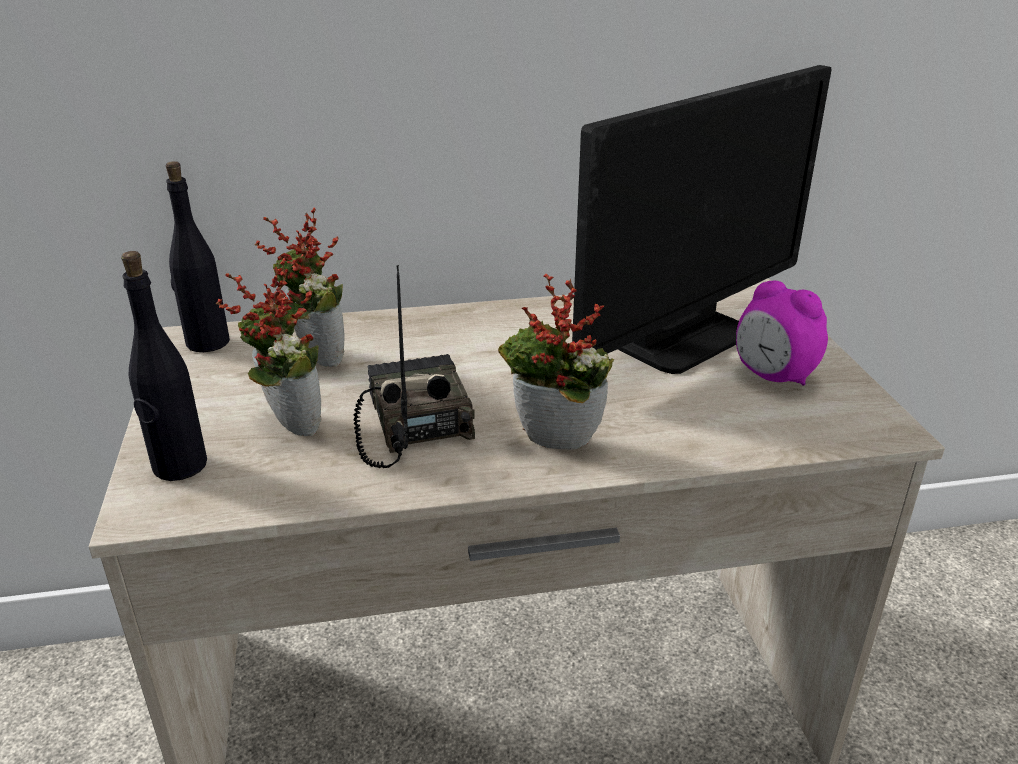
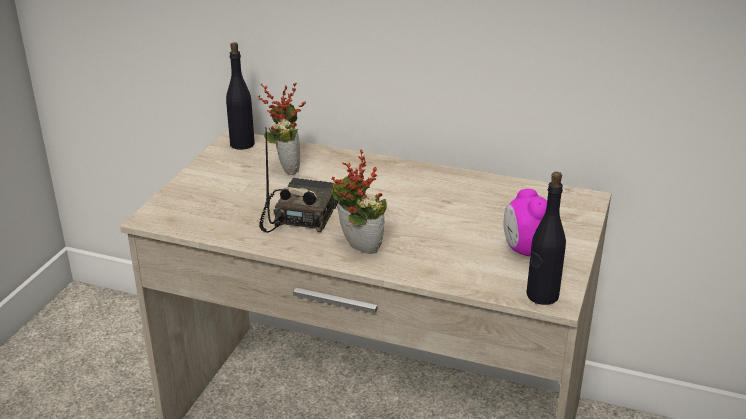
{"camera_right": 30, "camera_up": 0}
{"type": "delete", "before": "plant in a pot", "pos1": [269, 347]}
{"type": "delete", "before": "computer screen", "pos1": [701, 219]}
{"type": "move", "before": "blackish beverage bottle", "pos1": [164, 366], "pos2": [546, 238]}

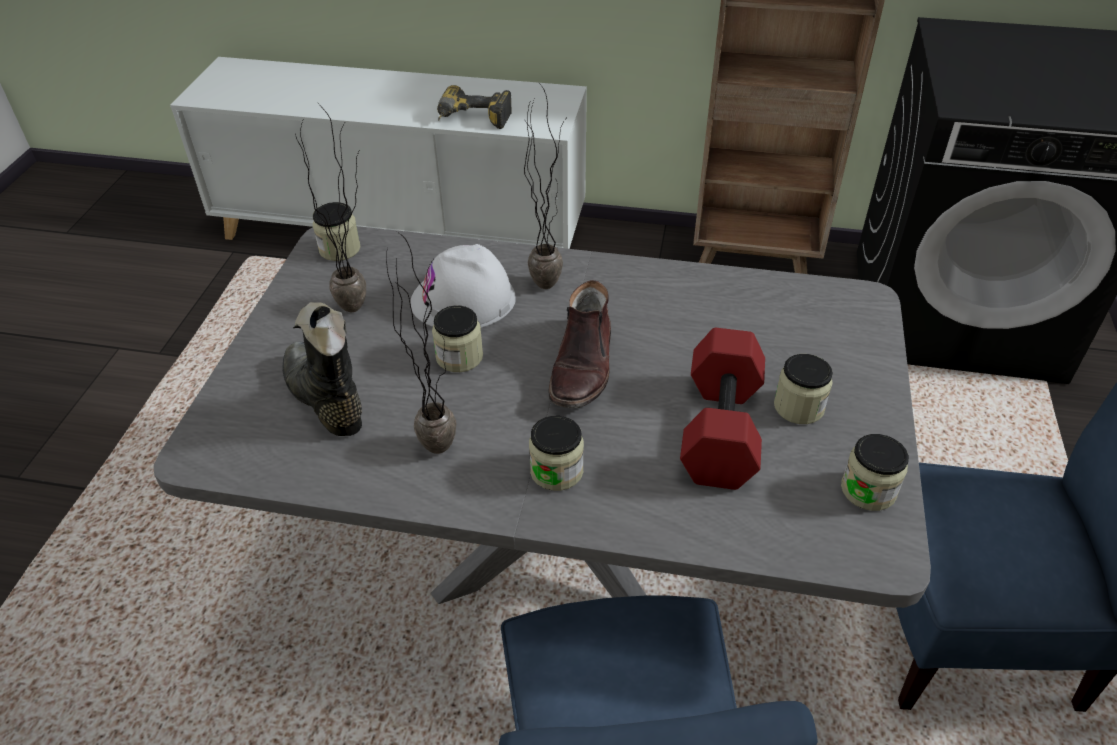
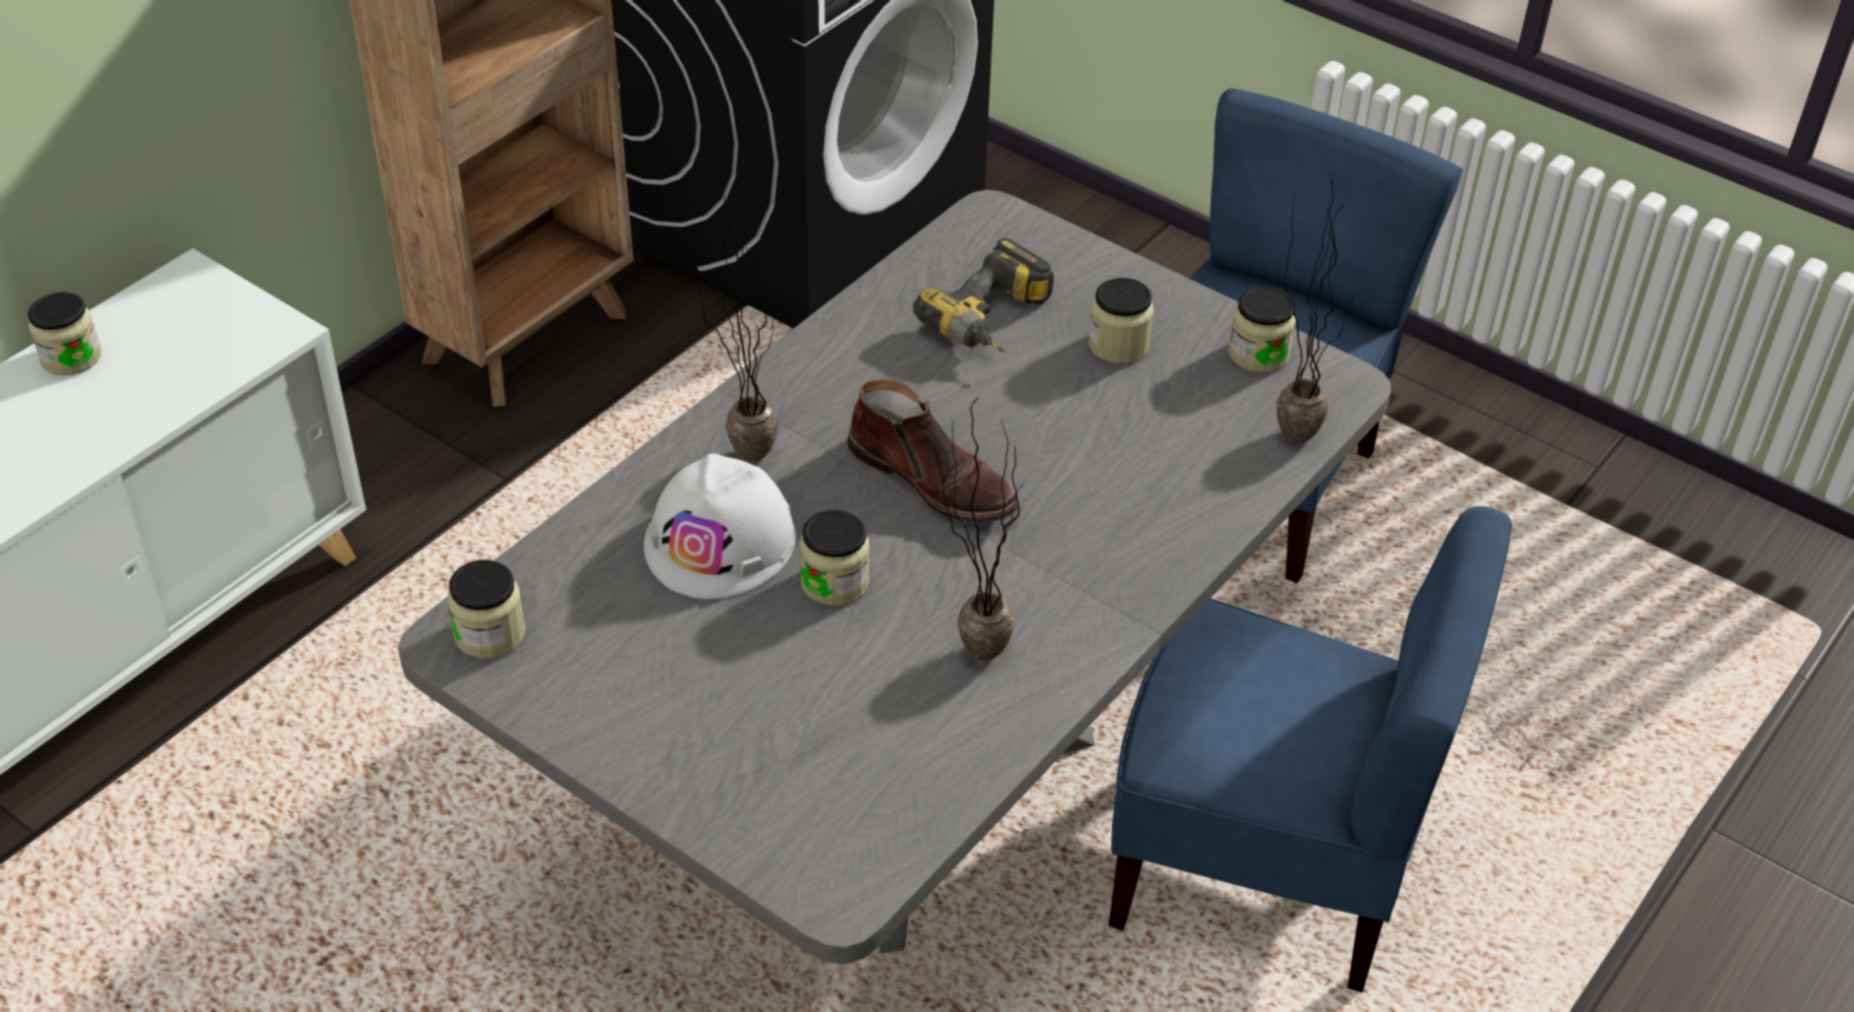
{"camera_right": -65, "camera_up": 0}
{"type": "delete", "before": "blackish boot", "pos1": [322, 369]}
{"type": "delete", "before": "reddish dumbbell", "pos1": [722, 409]}
{"type": "move", "before": "plant in a pot", "pos1": [330, 207], "pos2": [1316, 309]}
{"type": "move", "before": "power drill", "pos1": [474, 107], "pos2": [983, 295]}
{"type": "move", "before": "preserve jar", "pos1": [556, 453], "pos2": [65, 333]}

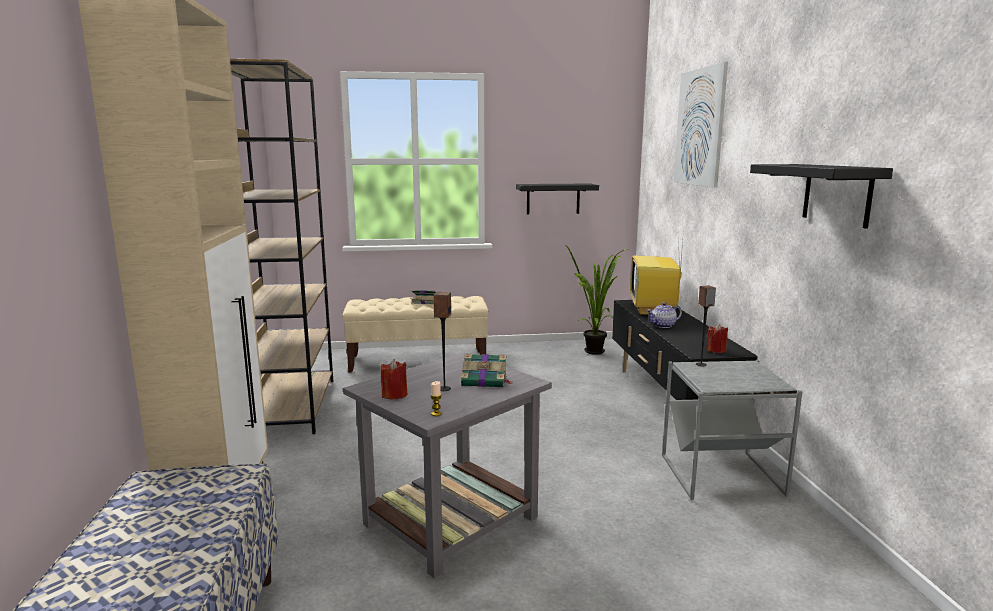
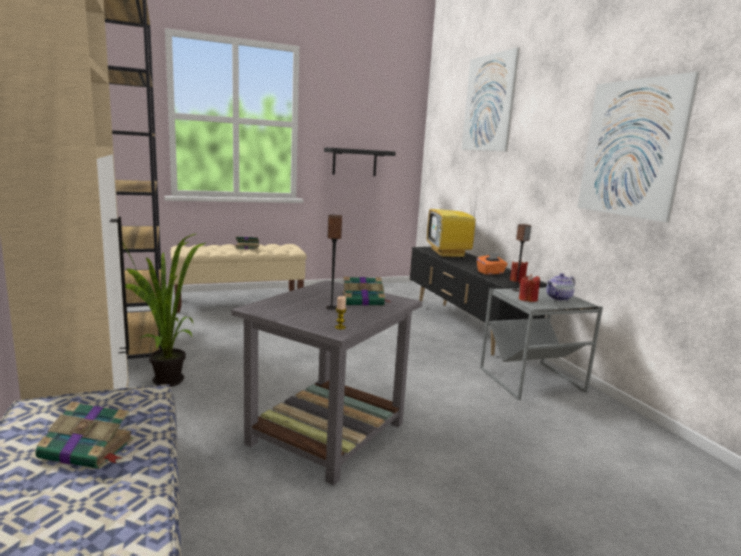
{"camera_right": -15, "camera_up": 0}
{"type": "insert", "after": "bound book", "pos2": [84, 435]}
{"type": "insert", "after": "orangey tissue holder", "pos2": [492, 264]}
{"type": "move", "before": "reddish wax light", "pos1": [394, 379], "pos2": [529, 288]}
{"type": "move", "before": "plant in a pot", "pos1": [596, 299], "pos2": [164, 310]}
{"type": "move", "before": "teapot", "pos1": [664, 315], "pos2": [560, 287]}
{"type": "replace", "before": "blackish bracket shelf", "after": "wall art", "pos1": [821, 196], "pos2": [638, 147]}

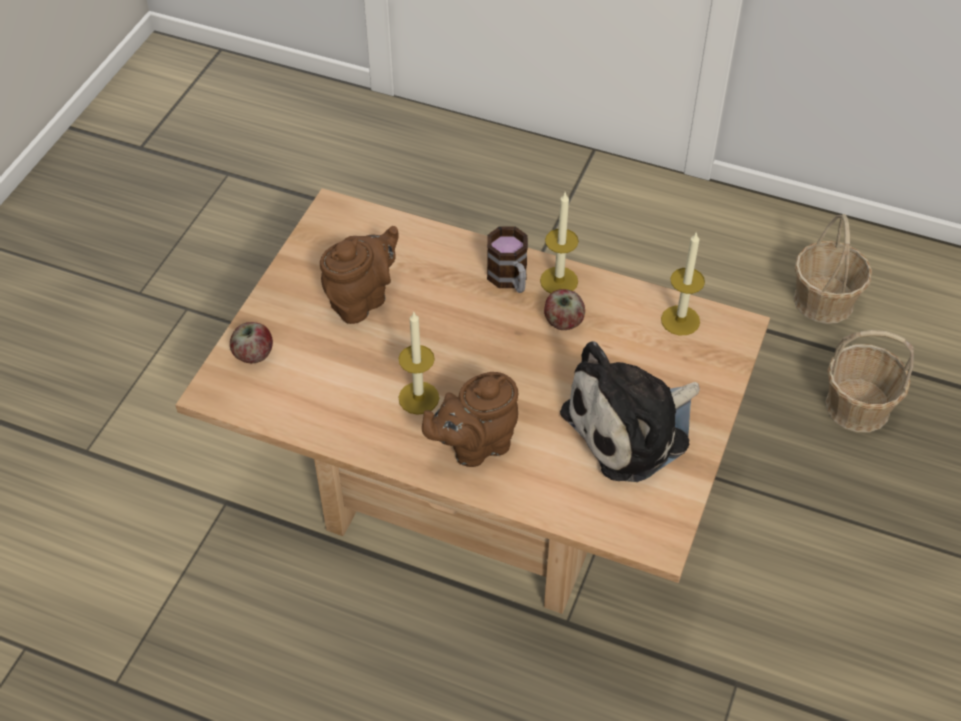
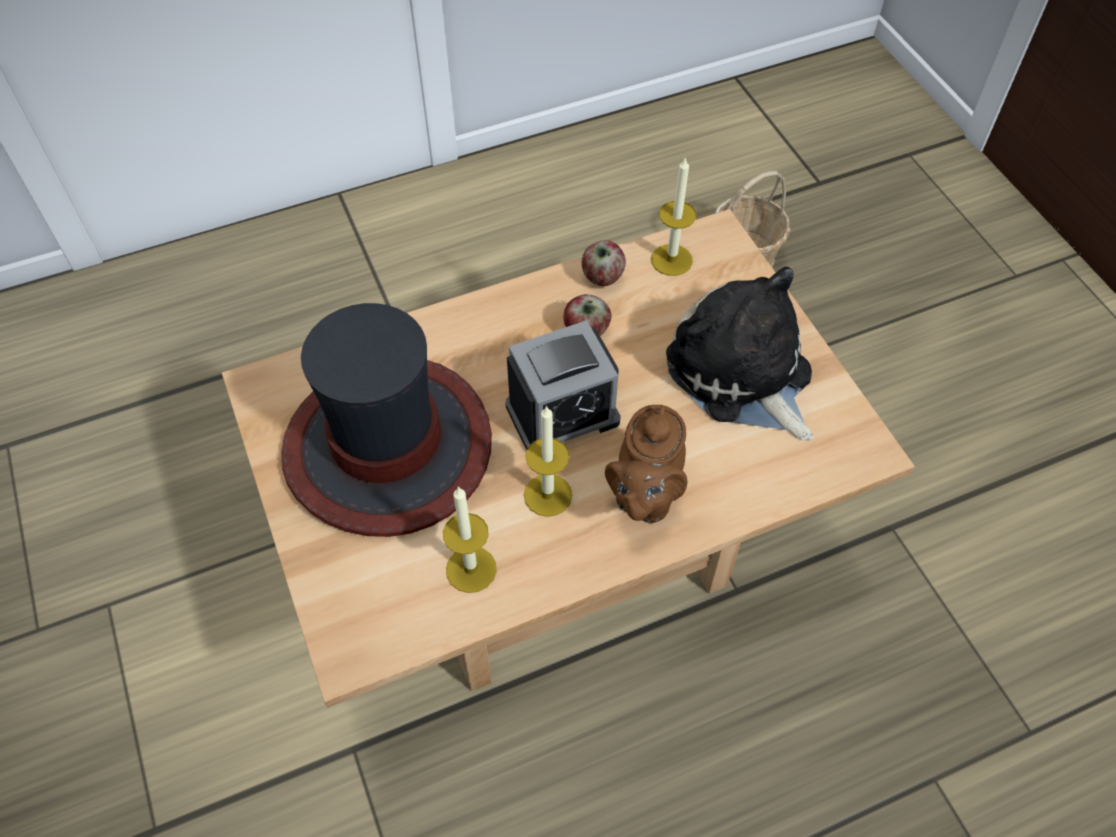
{"camera_right": -45, "camera_up": 5}
{"type": "delete", "before": "coffee mug", "pos1": [507, 259]}
{"type": "delete", "before": "storage basket", "pos1": [833, 269]}
{"type": "insert", "after": "table clock", "pos2": [563, 385]}
{"type": "move", "before": "apple", "pos1": [251, 342], "pos2": [604, 263]}
{"type": "move", "before": "wax light", "pos1": [559, 243], "pos2": [470, 540]}
{"type": "replace", "before": "brownish teapot", "after": "hat", "pos1": [359, 275], "pos2": [386, 420]}
{"type": "rotate", "before": "cuddly toy", "pos1": [630, 411], "pos2": [739, 354], "turn": 135}

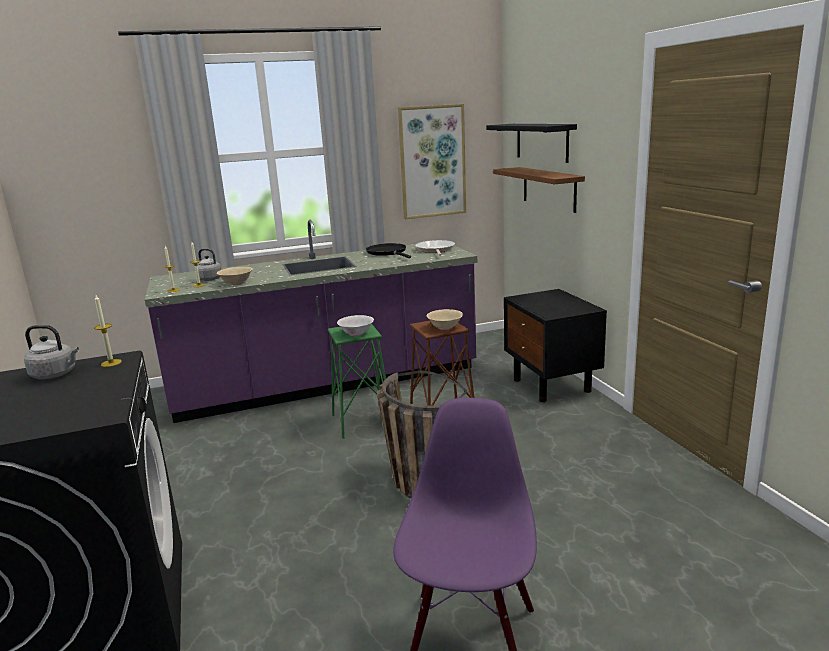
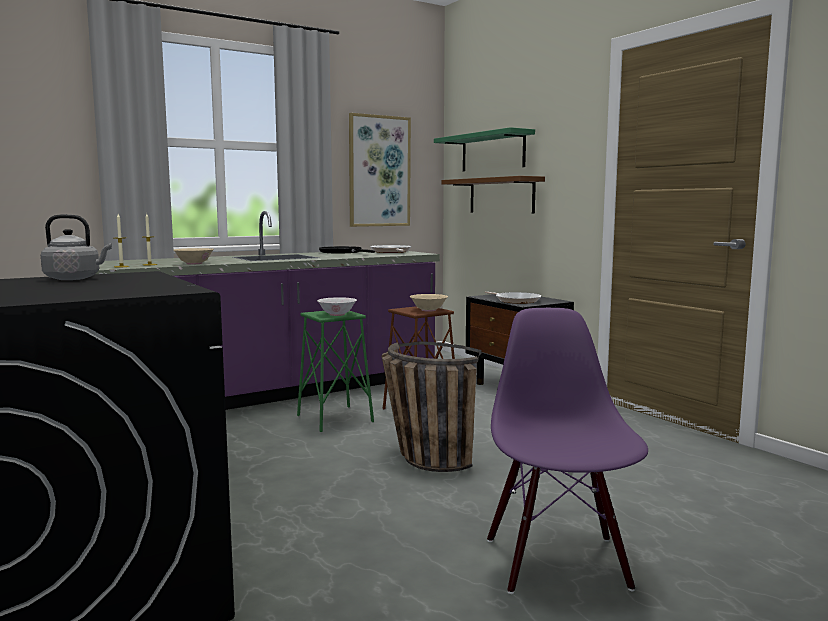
{"camera_right": -15, "camera_up": -10}
{"type": "delete", "before": "wax light", "pos1": [108, 331]}
{"type": "delete", "before": "gray water kettle", "pos1": [207, 264]}
{"type": "insert", "after": "pan", "pos2": [513, 297]}
{"type": "recolor", "before": "blackish bracket shelf", "after": "green bracket shelf", "pos1": [531, 143], "pos2": [484, 149]}

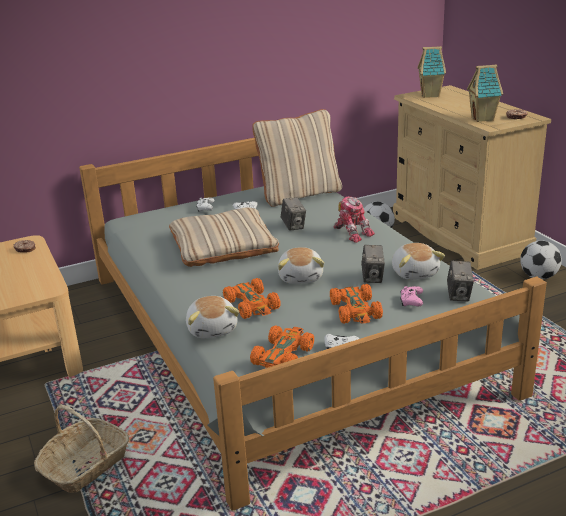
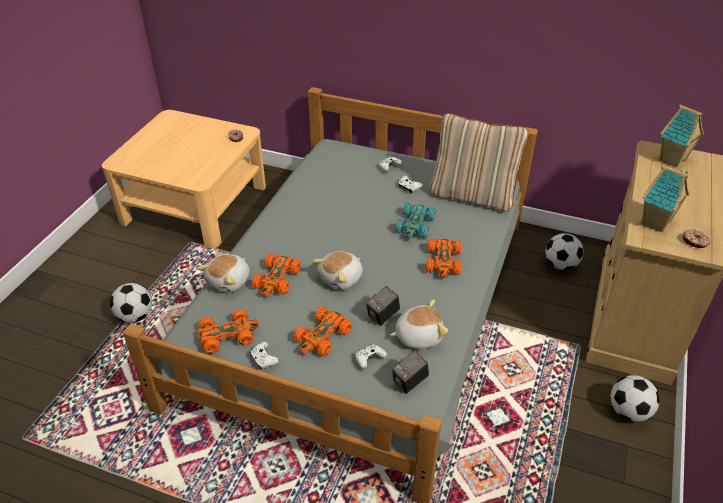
{"camera_right": 45, "camera_up": 15}
{"type": "delete", "before": "beige throw pillow", "pos1": [224, 237]}
{"type": "replace", "before": "storage basket", "after": "ball for football", "pos1": [81, 449], "pos2": [131, 303]}
{"type": "replace", "before": "still camera", "after": "turquoise-coloured miniature car", "pos1": [293, 214], "pos2": [415, 220]}
{"type": "replace", "before": "robot figure", "after": "orangey miniature car", "pos1": [354, 219], "pos2": [444, 258]}
{"type": "recolor", "before": "pink gamepad", "after": "white-coloured gamepad", "pos1": [411, 296], "pos2": [371, 356]}
{"type": "rotate", "before": "cuddly toy", "pos1": [418, 261], "pos2": [419, 324], "turn": -135}

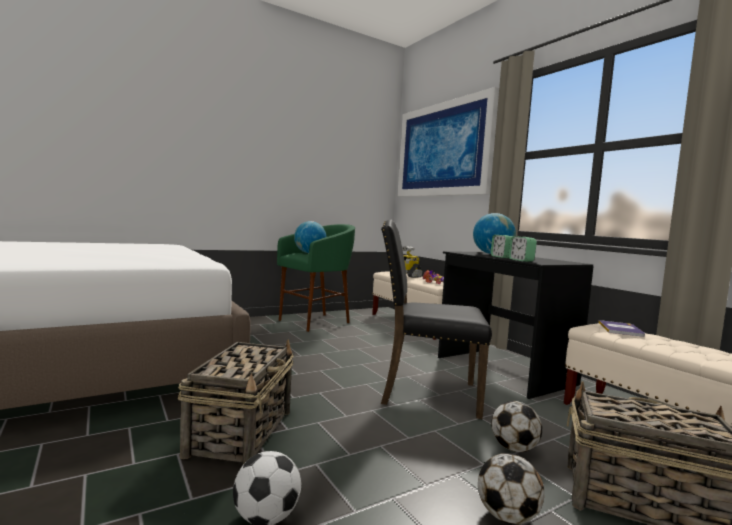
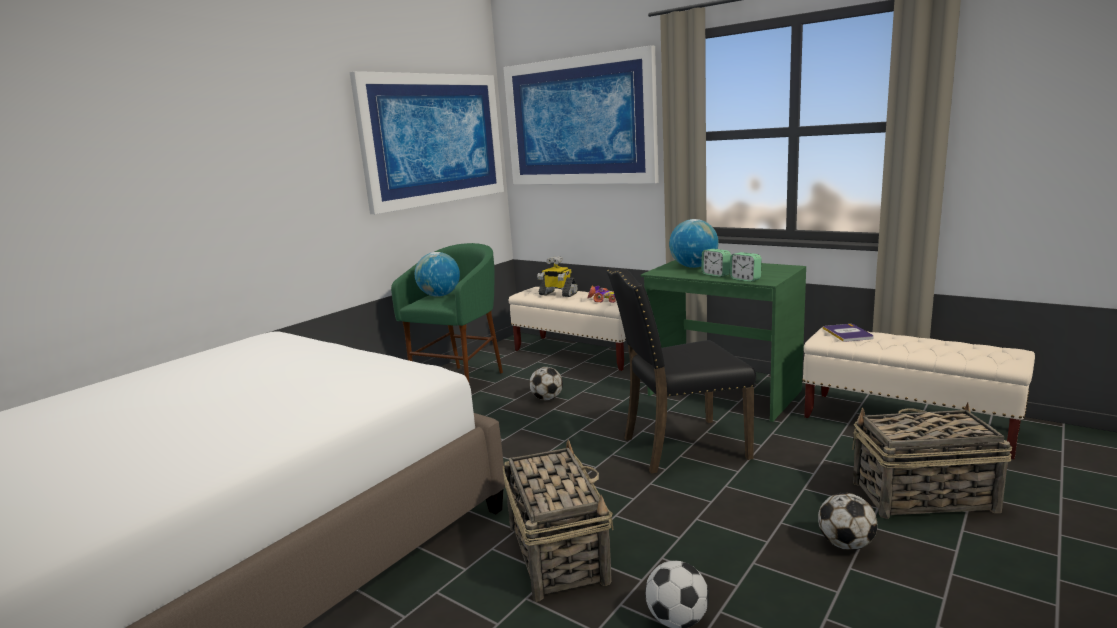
{"camera_right": -20, "camera_up": 10}
{"type": "insert", "after": "wall art", "pos2": [427, 142]}
{"type": "move", "before": "ball for football", "pos1": [516, 426], "pos2": [546, 383]}
{"type": "recolor", "before": "blackish desk unit", "after": "green desk unit", "pos1": [516, 325], "pos2": [723, 341]}

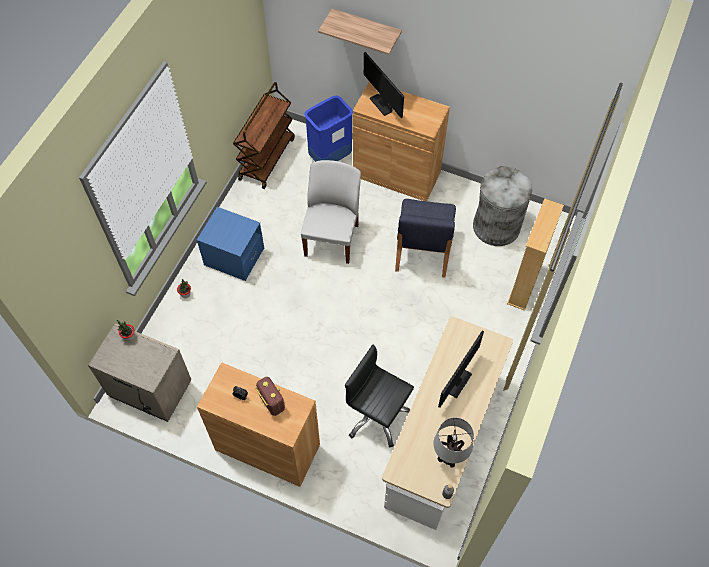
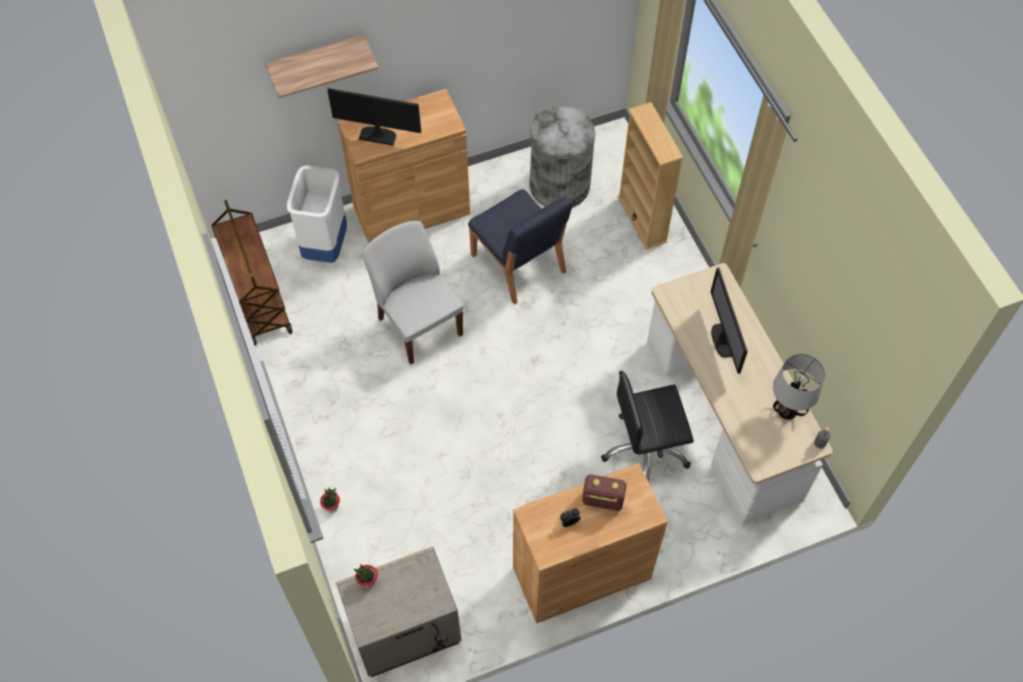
{"camera_right": -45, "camera_up": 0}
{"type": "delete", "before": "blue night table", "pos1": [230, 244]}
{"type": "recolor", "before": "blue rubbish bin", "after": "white-coloured rubbish bin", "pos1": [328, 129], "pos2": [317, 214]}

